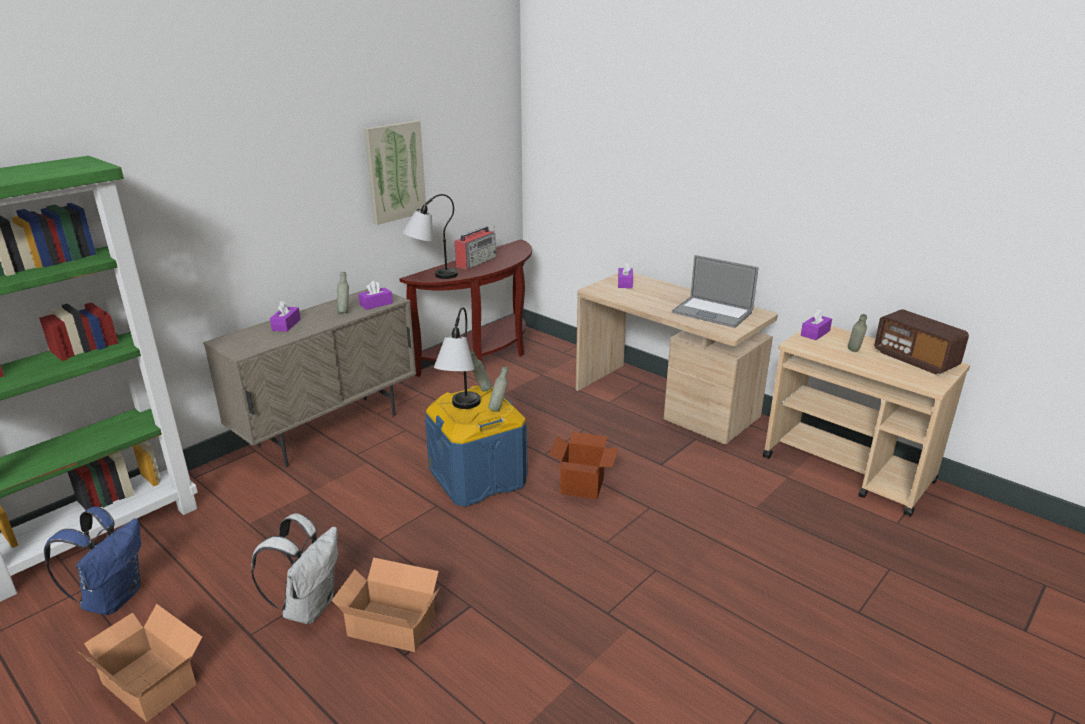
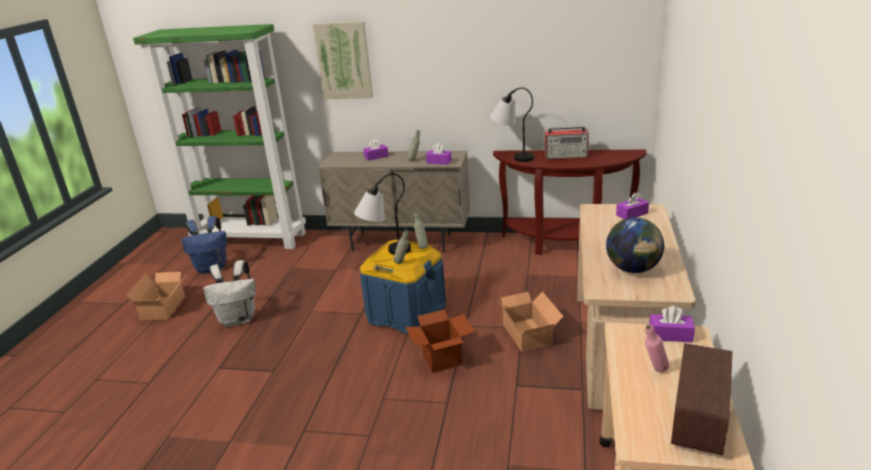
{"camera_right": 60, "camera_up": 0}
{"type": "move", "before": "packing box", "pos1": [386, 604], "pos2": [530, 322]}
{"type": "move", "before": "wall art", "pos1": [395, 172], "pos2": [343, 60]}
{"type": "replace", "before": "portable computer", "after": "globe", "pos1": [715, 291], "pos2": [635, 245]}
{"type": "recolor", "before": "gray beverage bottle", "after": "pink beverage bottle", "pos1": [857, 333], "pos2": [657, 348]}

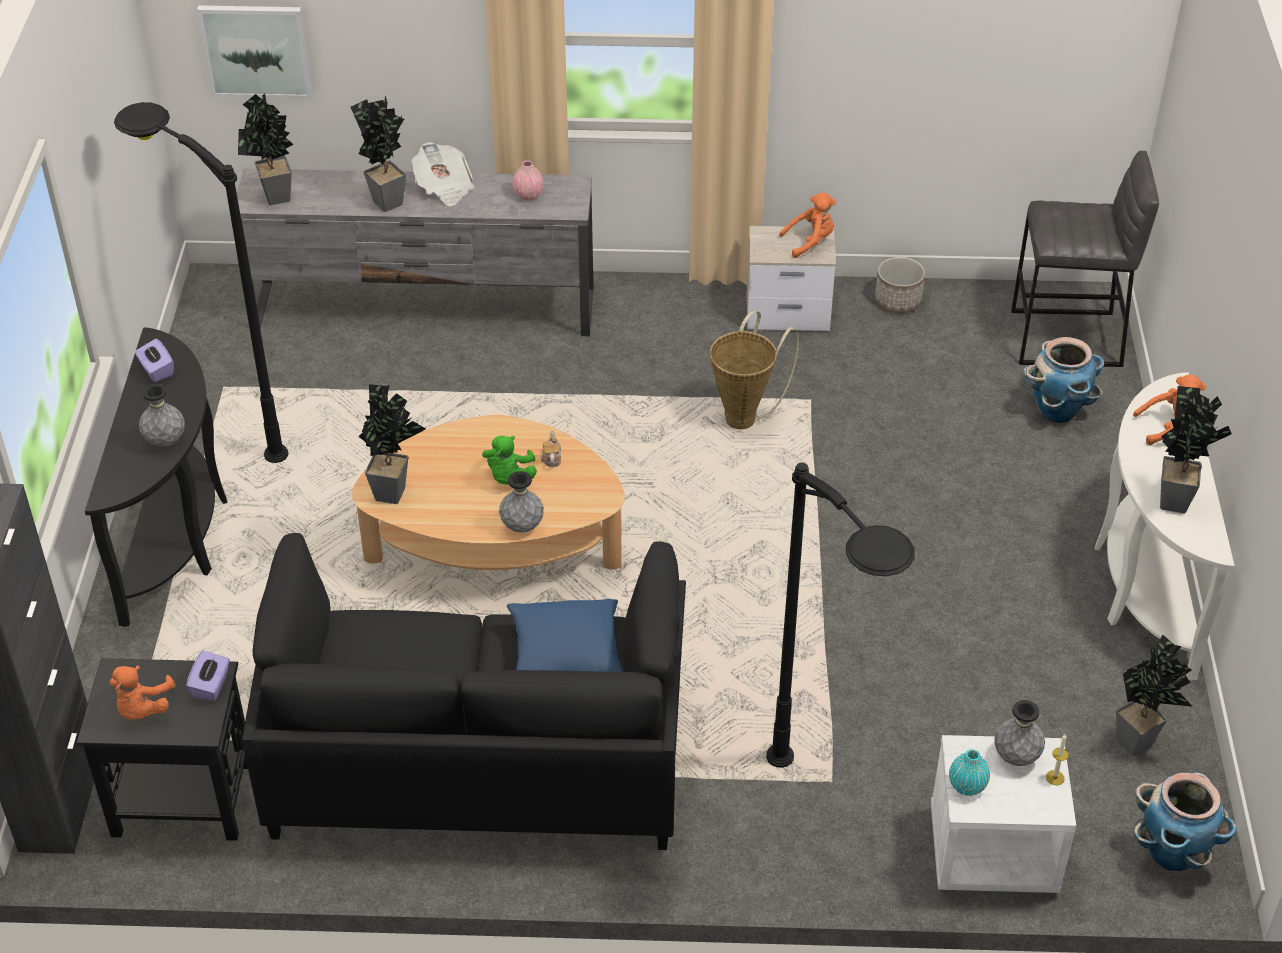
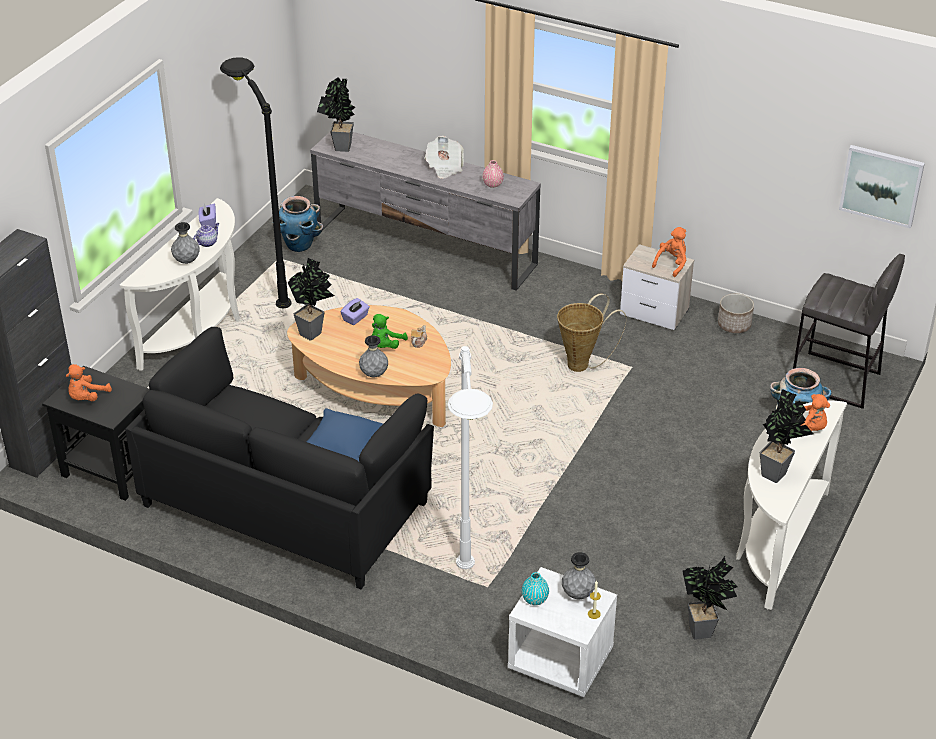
{"camera_right": 25, "camera_up": -5}
{"type": "delete", "before": "plant in a pot", "pos1": [378, 154]}
{"type": "insert", "after": "teapot", "pos2": [206, 235]}
{"type": "move", "before": "purple tissue holder", "pos1": [208, 675], "pos2": [355, 311]}
{"type": "move", "before": "wall art", "pos1": [255, 52], "pos2": [882, 187]}
{"type": "move", "before": "plant pot", "pos1": [1185, 822], "pos2": [297, 224]}
{"type": "recolor", "before": "blackish narrow table", "after": "white-coloured narrow table", "pos1": [156, 477], "pos2": [179, 284]}
{"type": "recolor", "before": "blackish standing lamp", "after": "white-coloured standing lamp", "pos1": [840, 615], "pos2": [470, 457]}
{"type": "rotate", "before": "orangey cuddly toy", "pos1": [807, 225], "pos2": [669, 252], "turn": -60}

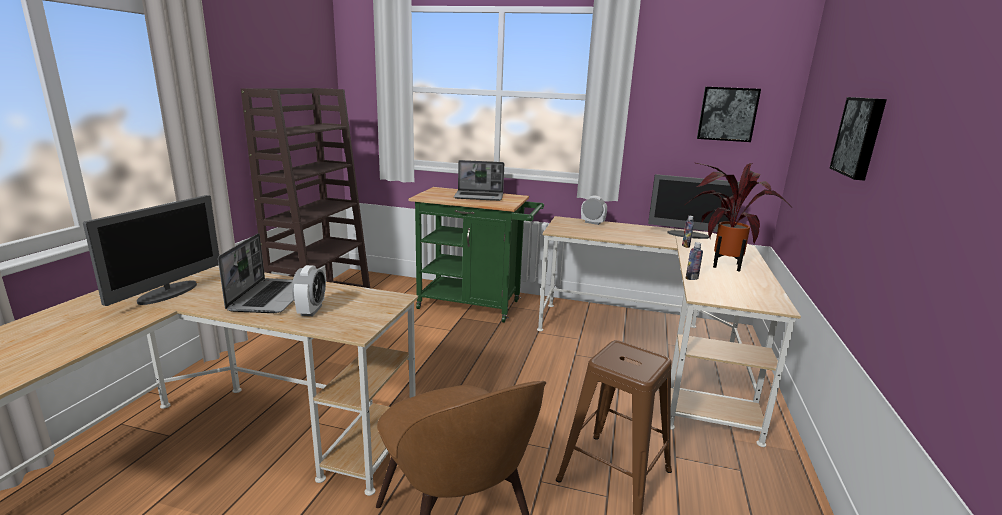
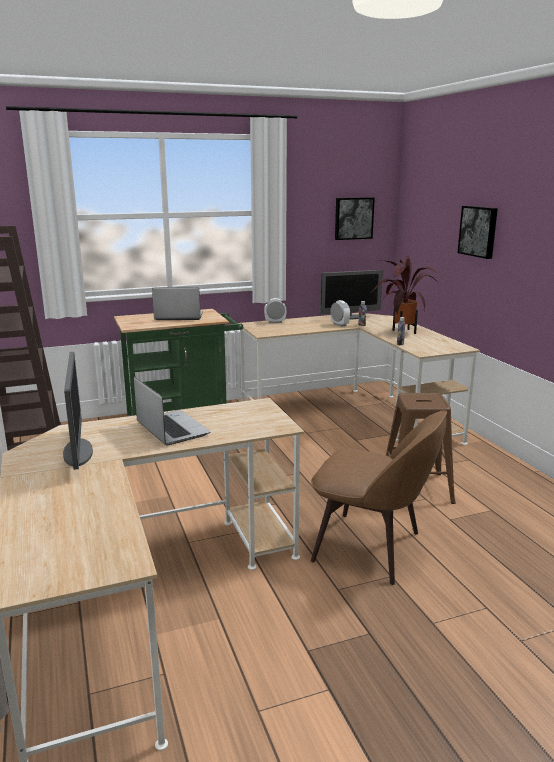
{"camera_right": -35, "camera_up": 0}
{"type": "move", "before": "table clock", "pos1": [309, 290], "pos2": [340, 313]}
{"type": "rotate", "before": "portable computer", "pos1": [479, 180], "pos2": [177, 303], "turn": -150}

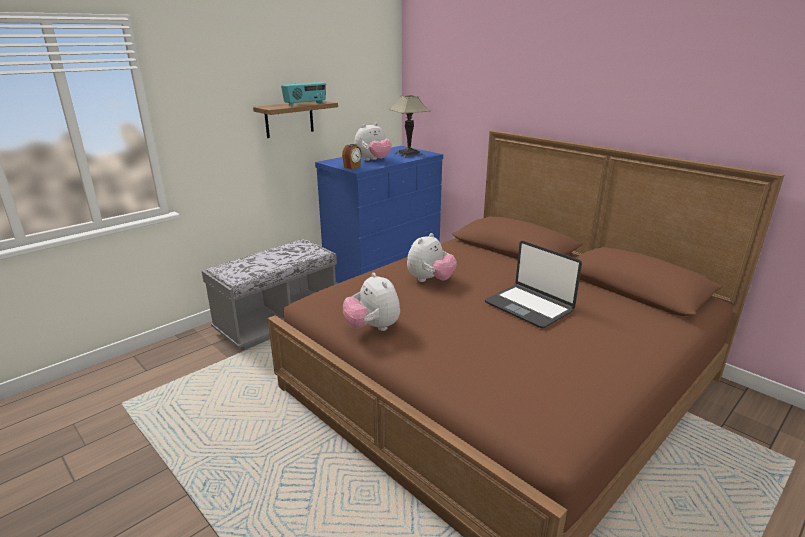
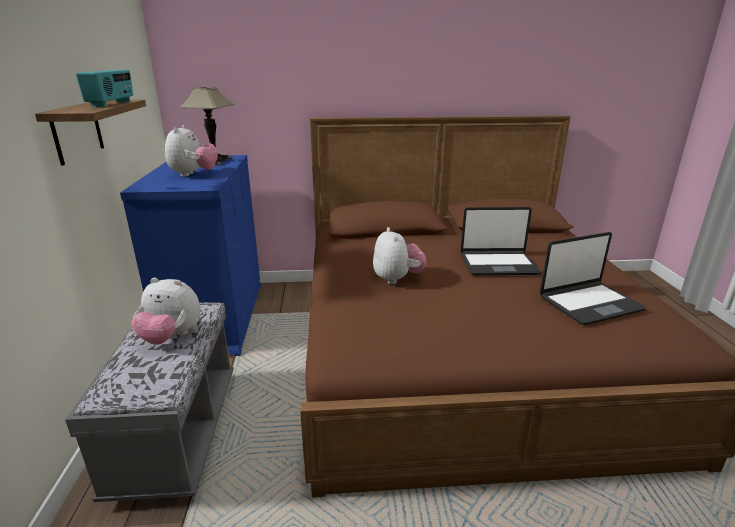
{"camera_right": -50, "camera_up": 0}
{"type": "delete", "before": "table clock", "pos1": [351, 156]}
{"type": "insert", "after": "portable computer", "pos2": [593, 278]}
{"type": "move", "before": "cuddly toy", "pos1": [371, 302], "pos2": [165, 311]}

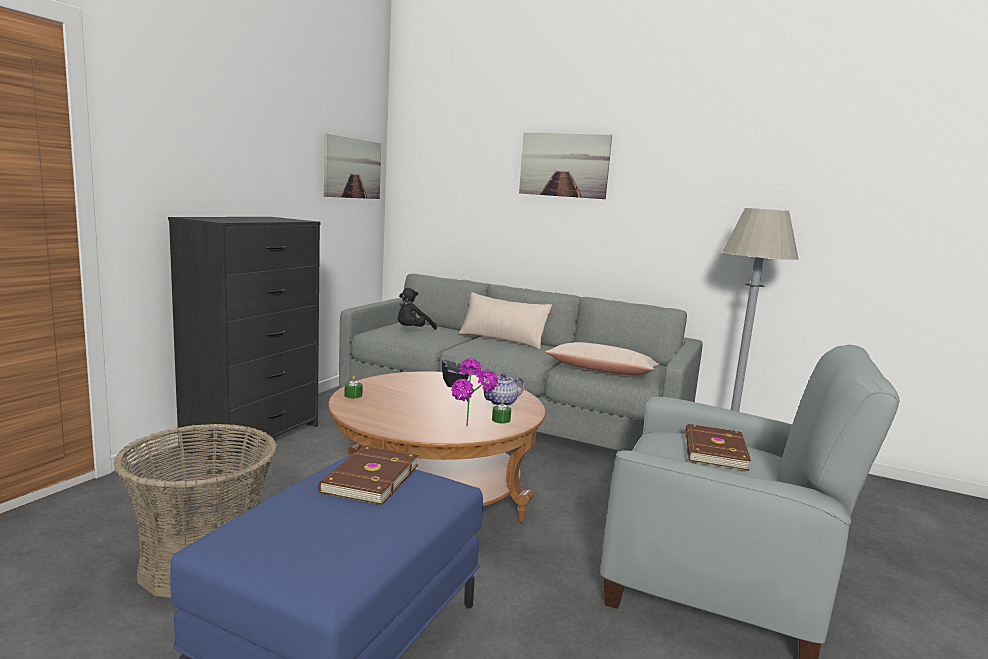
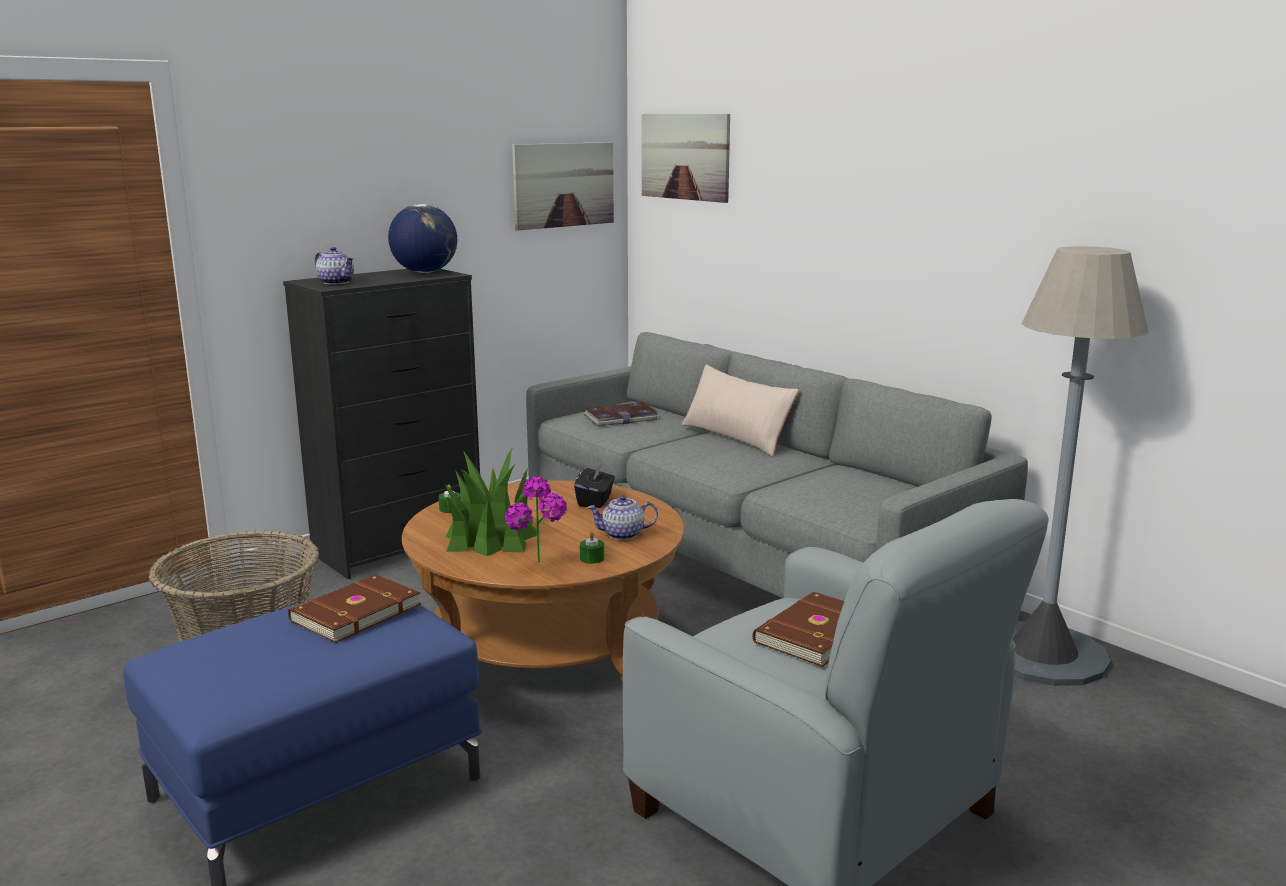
{"camera_right": 25, "camera_up": 5}
{"type": "delete", "before": "beige throw pillow", "pos1": [602, 358]}
{"type": "insert", "after": "teapot", "pos2": [334, 266]}
{"type": "insert", "after": "globe", "pos2": [422, 238]}
{"type": "insert", "after": "plant in a pot", "pos2": [490, 502]}
{"type": "move", "before": "wall art", "pos1": [565, 165], "pos2": [686, 158]}
{"type": "replace", "before": "blackish cuddly toy", "after": "bound book", "pos1": [417, 309], "pos2": [620, 414]}

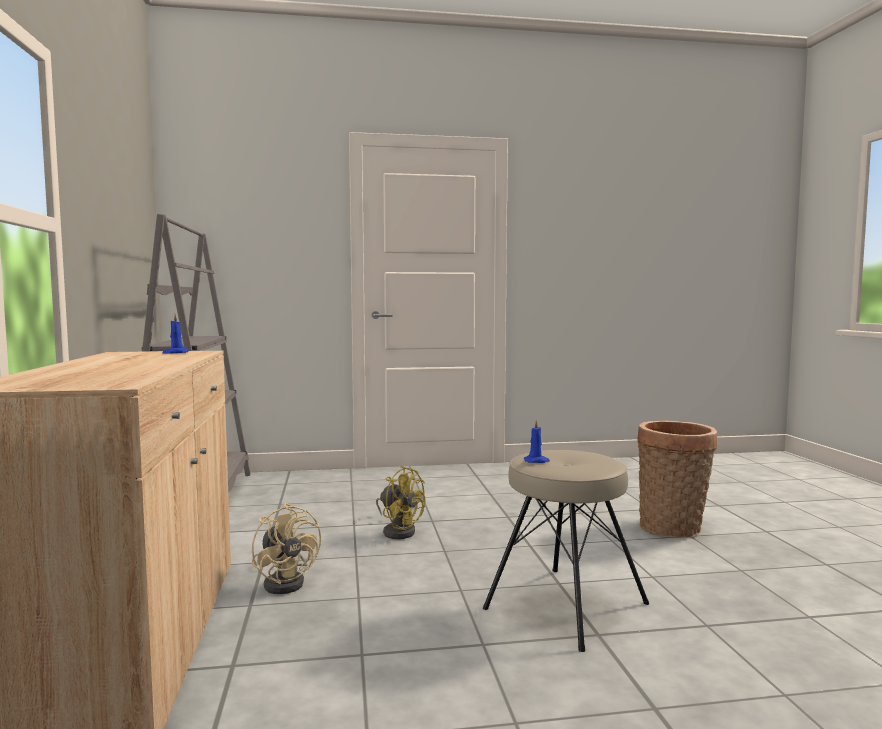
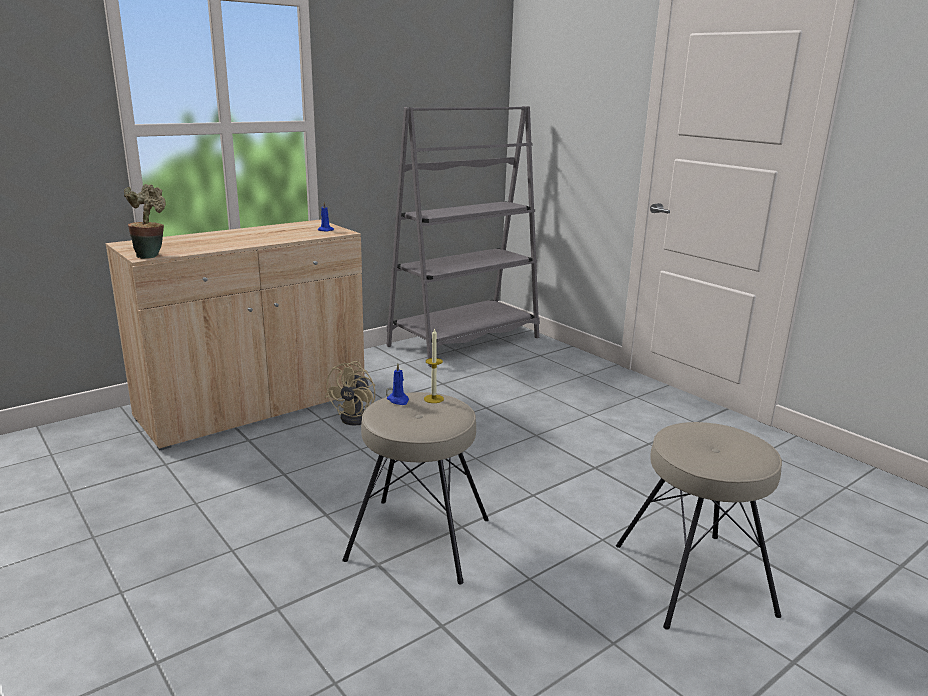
{"camera_right": 60, "camera_up": 15}
{"type": "delete", "before": "yellow electric fan", "pos1": [400, 502]}
{"type": "insert", "after": "plant in a pot", "pos2": [145, 221]}
{"type": "insert", "after": "wax light", "pos2": [434, 365]}
{"type": "replace", "before": "storage basket", "after": "beige stool", "pos1": [677, 479], "pos2": [699, 526]}

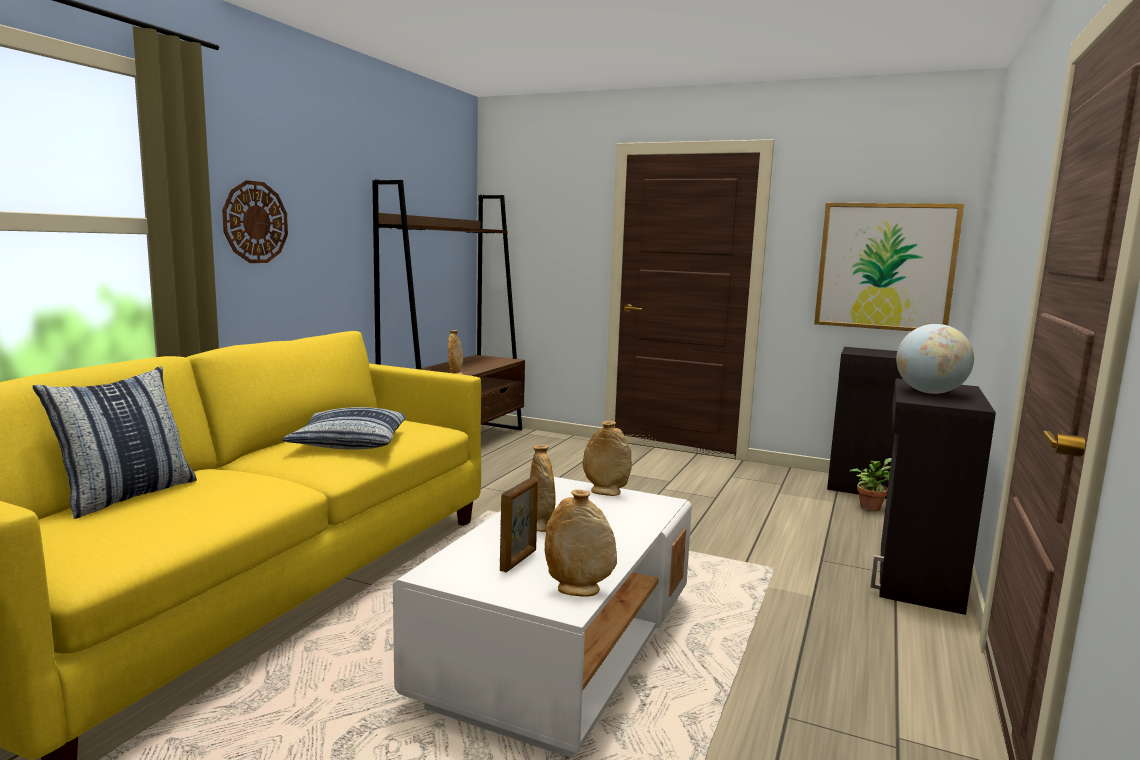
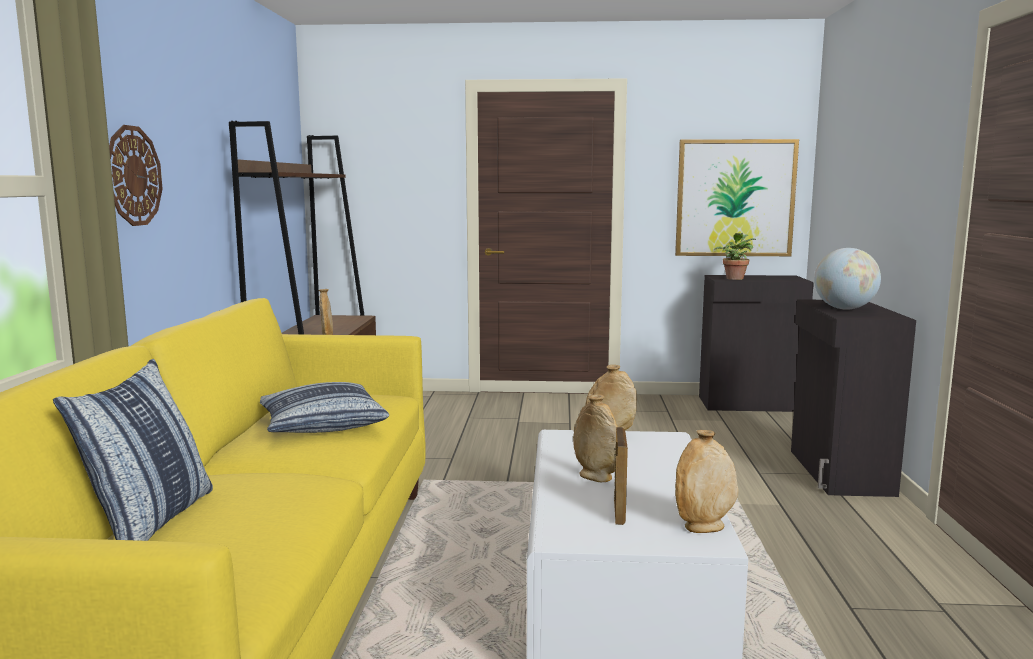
{"camera_right": -20, "camera_up": 0}
{"type": "move", "before": "plant in a pot", "pos1": [870, 484], "pos2": [735, 256]}

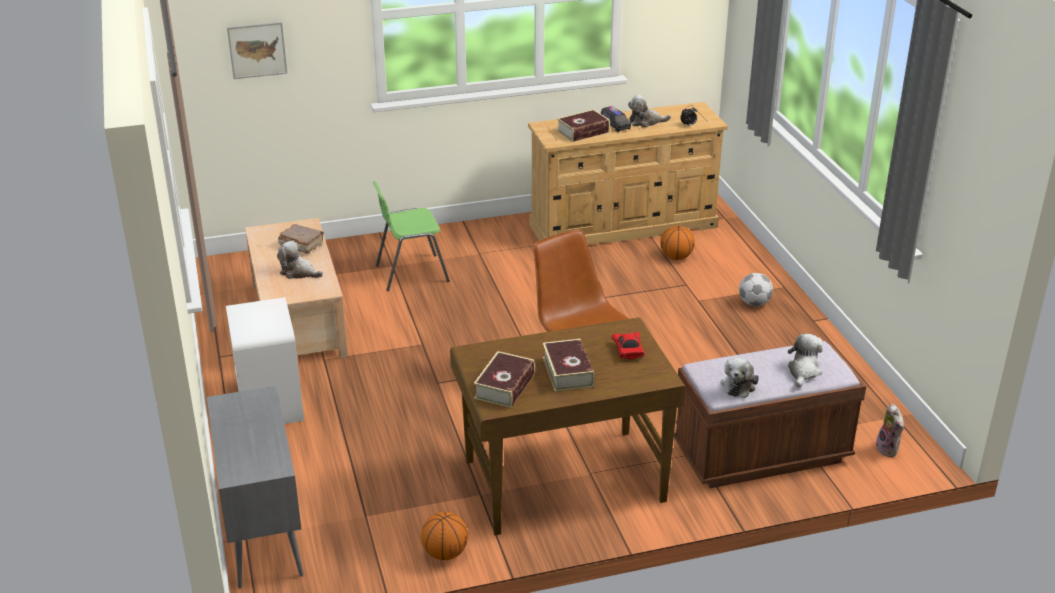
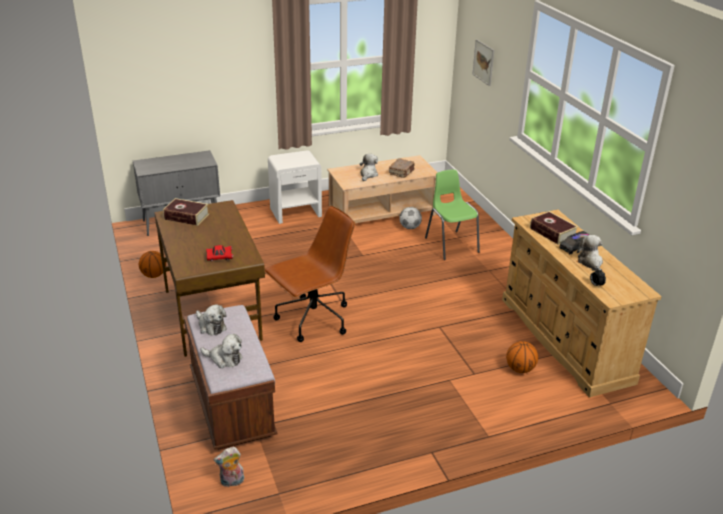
{"camera_right": 85, "camera_up": 0}
{"type": "delete", "before": "bound book", "pos1": [569, 365]}
{"type": "move", "before": "ball for football", "pos1": [756, 289], "pos2": [410, 218]}
{"type": "rotate", "before": "cuddly toy", "pos1": [739, 378], "pos2": [211, 320], "turn": -150}

